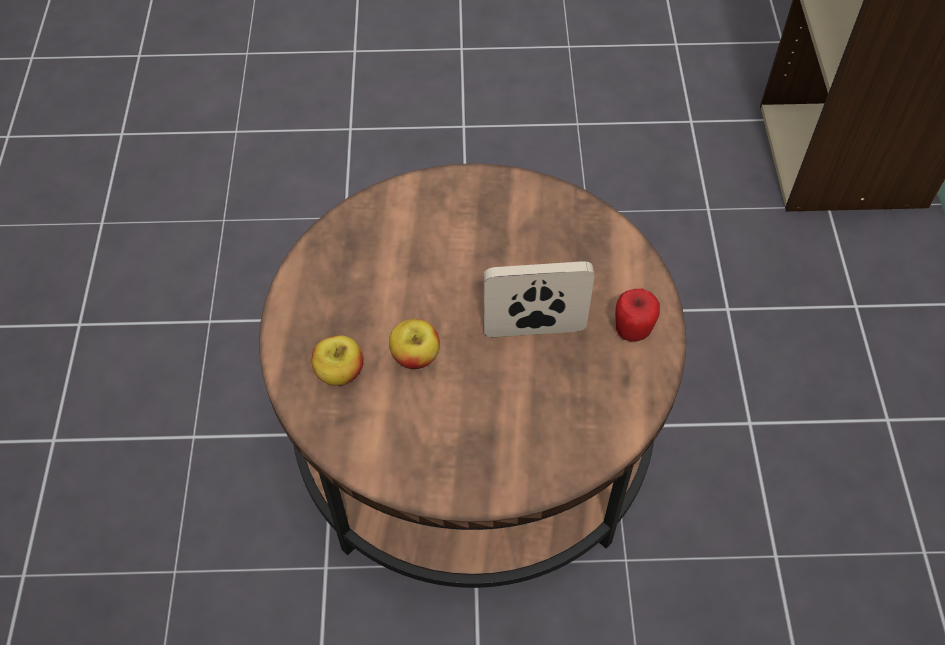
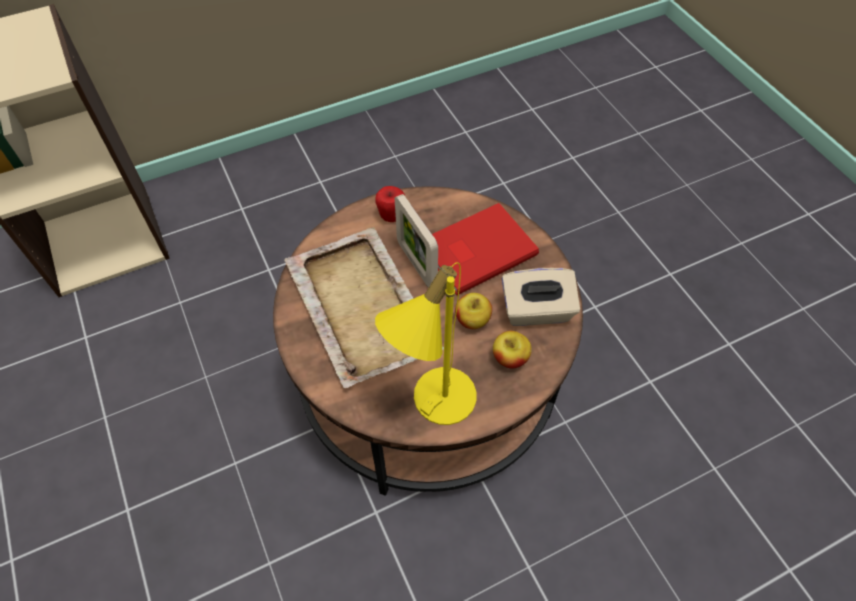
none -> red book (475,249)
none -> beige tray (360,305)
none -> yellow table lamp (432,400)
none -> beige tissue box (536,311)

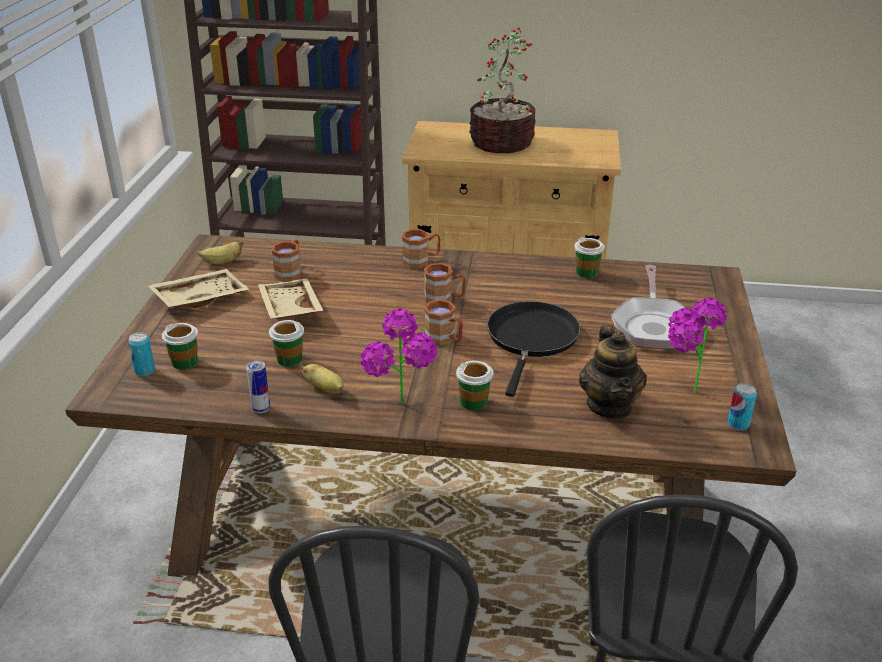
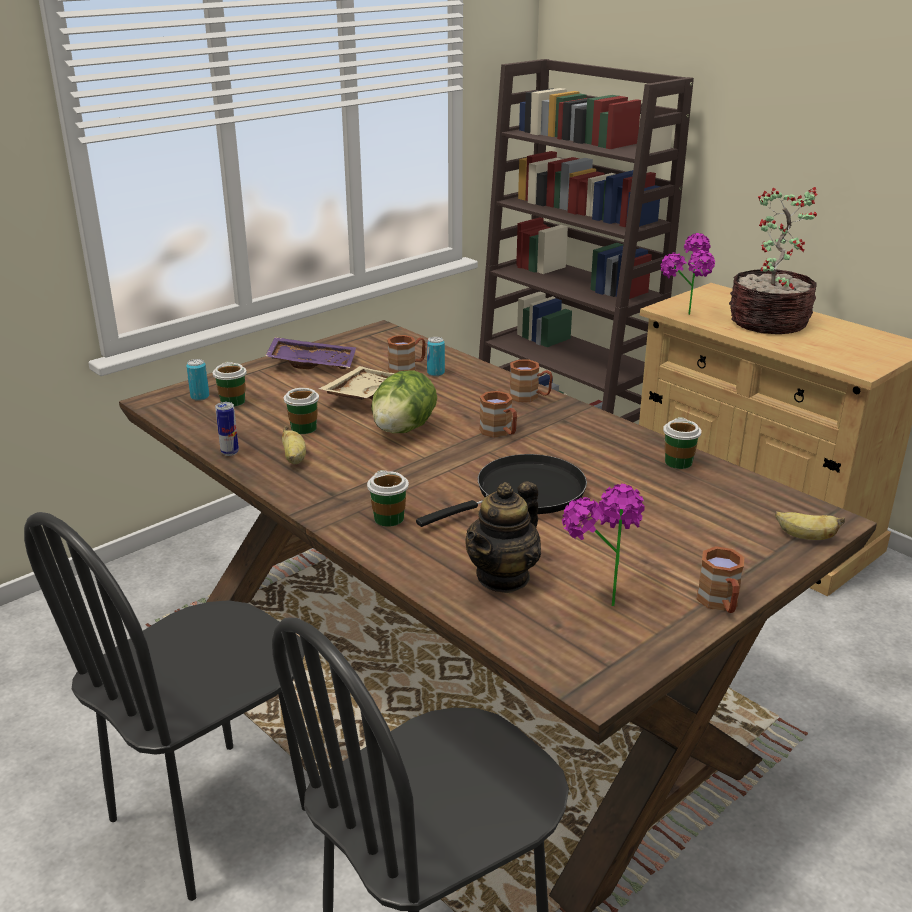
banana (222,262) -> banana (805,537), move
frying pan (653,325) -> none
beige tray (200,298) -> purple tray (312,363)
brown mug (445,339) -> brown mug (720,604), move
potted plant (402,411) -> potted plant (684,317), move
can (738,424) -> can (435,373), move
none -> lettuce (403,429)

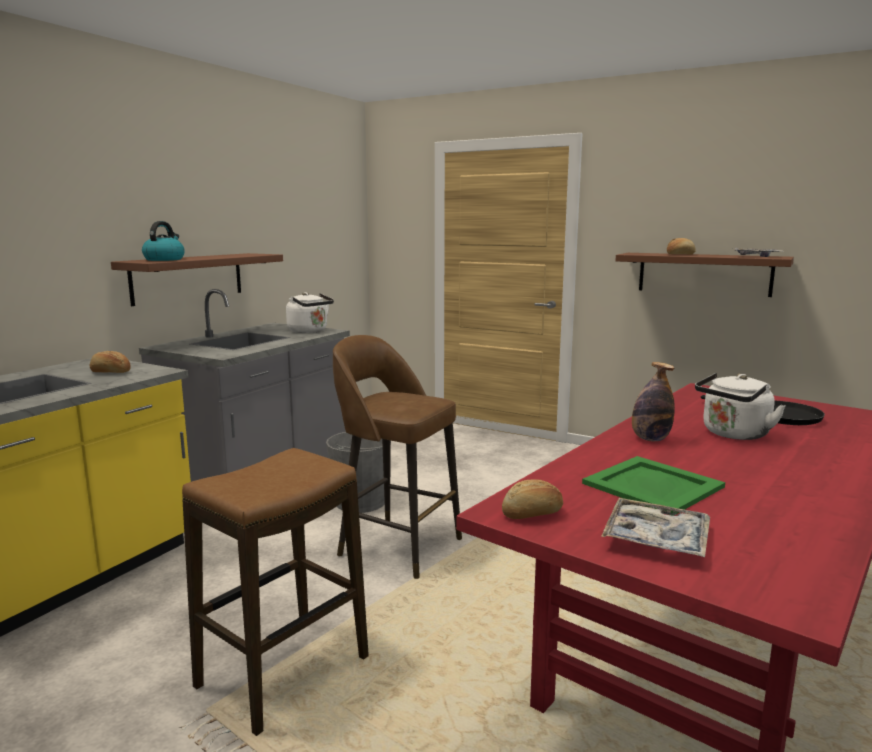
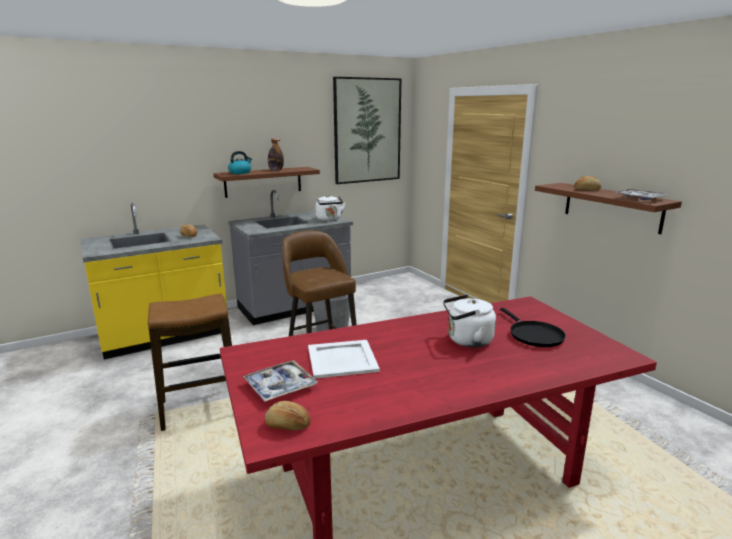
bottle (650,439) -> bottle (276,170), move
green tray (652,484) -> white tray (342,358)
bread (533,514) -> bread (287,426), move
none -> picture (367,131)

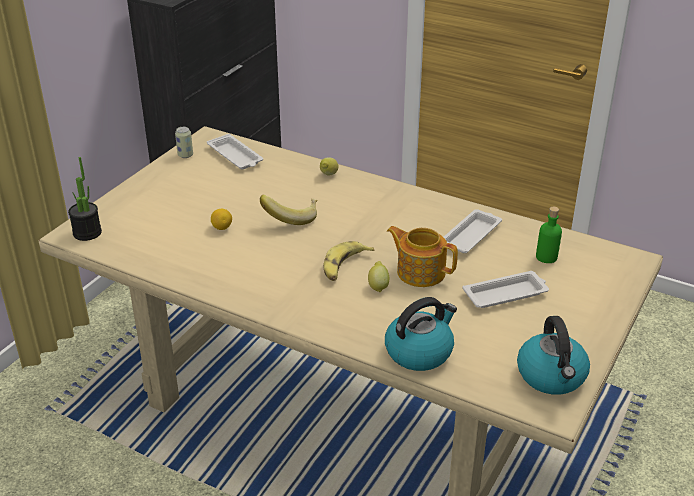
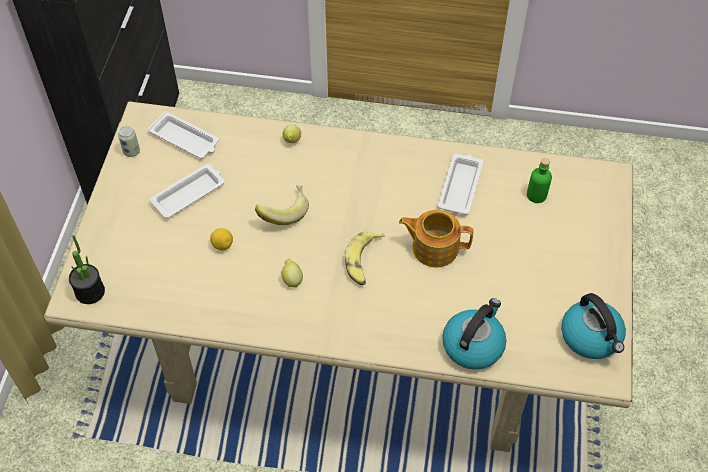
lemon (378,286) -> lemon (292,279), move
white tray (506,294) -> white tray (189,194), move

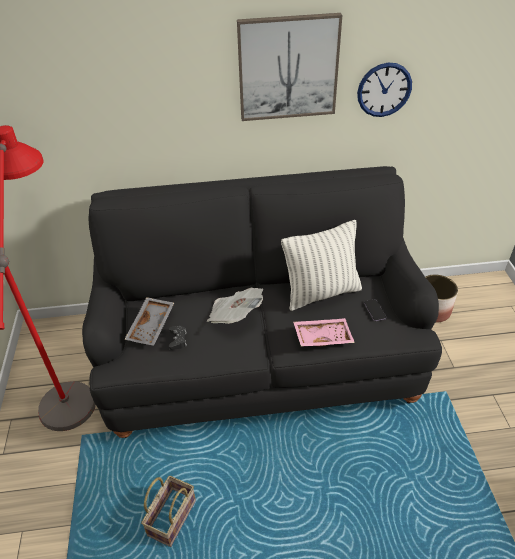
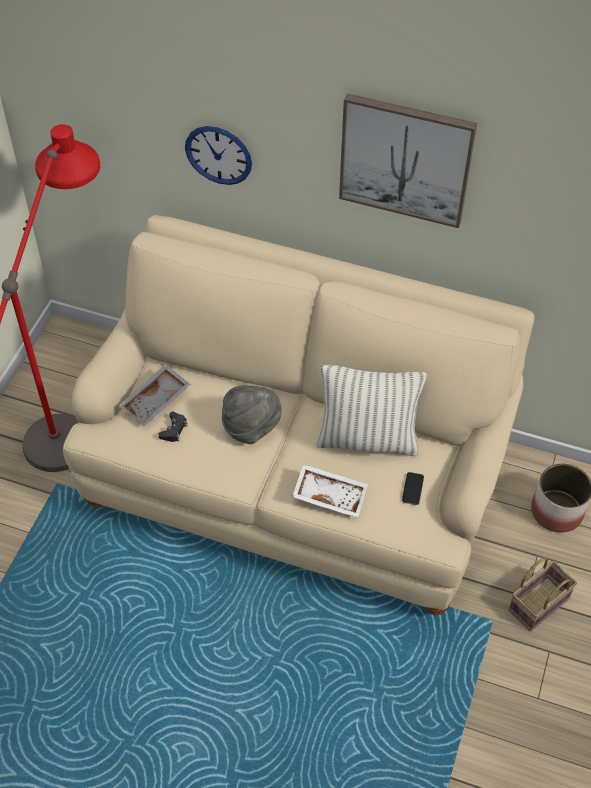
wall clock (384,90) -> wall clock (218,155), move
black sofa (259,359) -> beige sofa (295,480)
newspaper (235,316) -> grey hat (251,427)
pink tray (322,336) -> white tray (330,495)
basket (171,516) -> basket (538,602), move

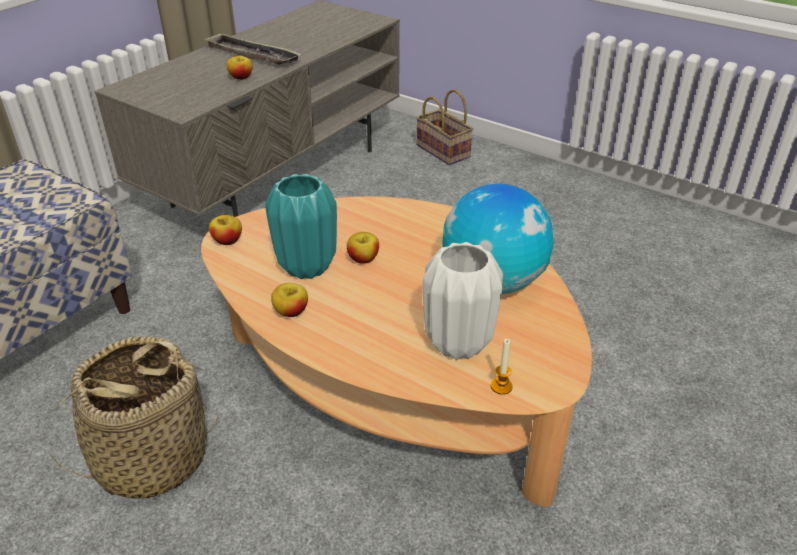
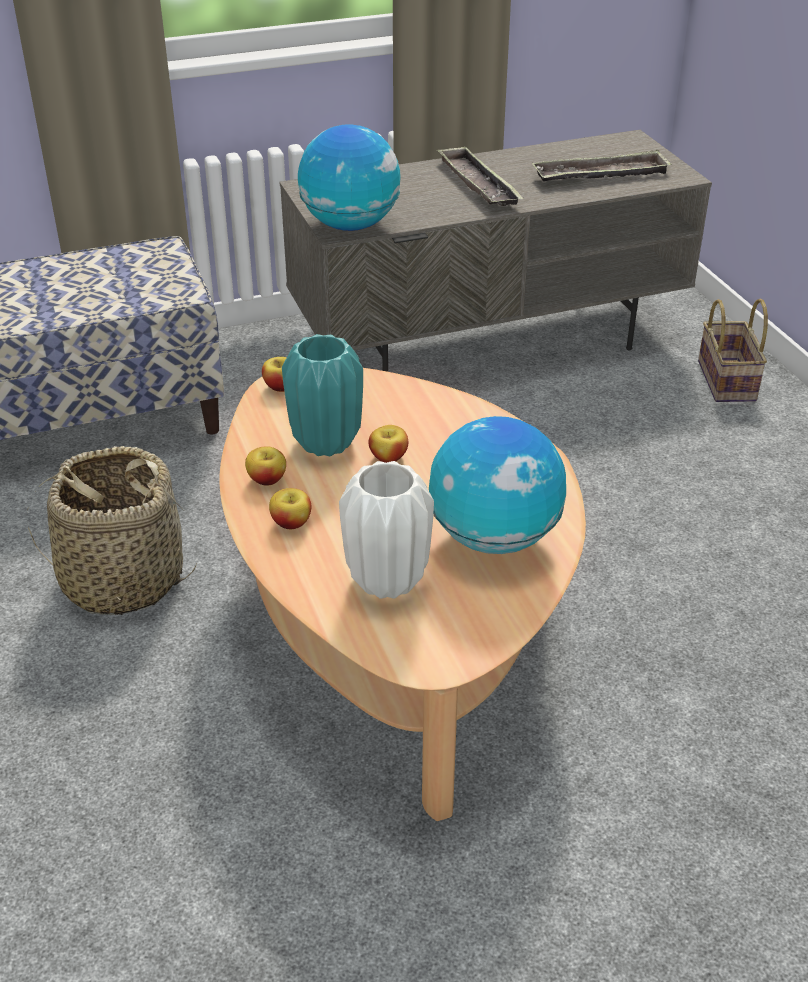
apple (241,77) -> apple (291,523), move
candle (501,386) -> none
none -> globe (350,225)
none -> tray (600,175)

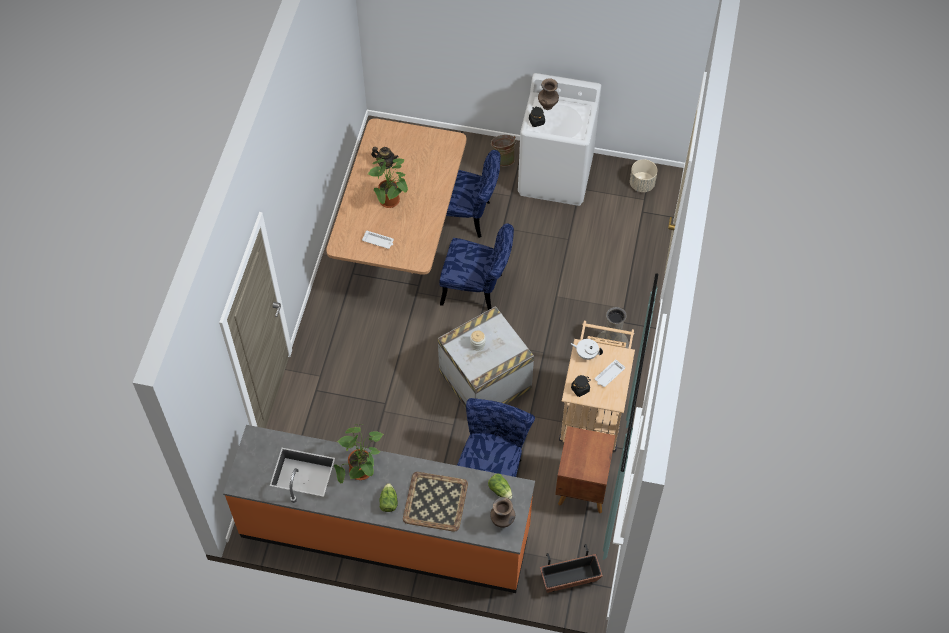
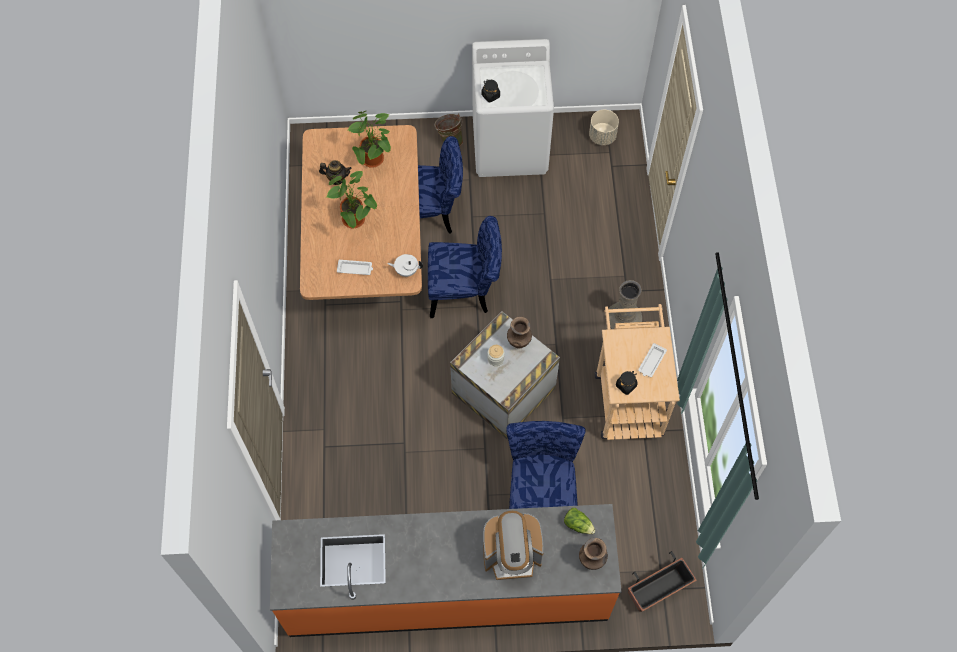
brown vase (547,105) -> brown vase (518,342), move
white teapot (586,354) -> white teapot (406,270), move
potted plant (362,473) -> potted plant (374,161), move
brown nightstand (582,487) -> none
tray (436,501) -> coffee machine (512,556)
lettuce (388,502) -> none

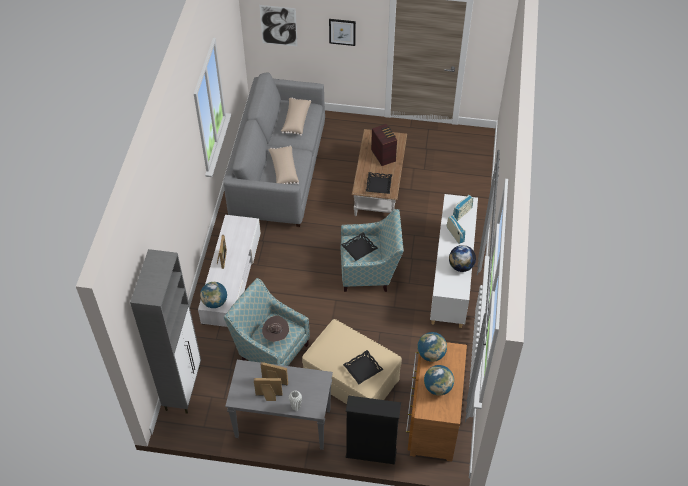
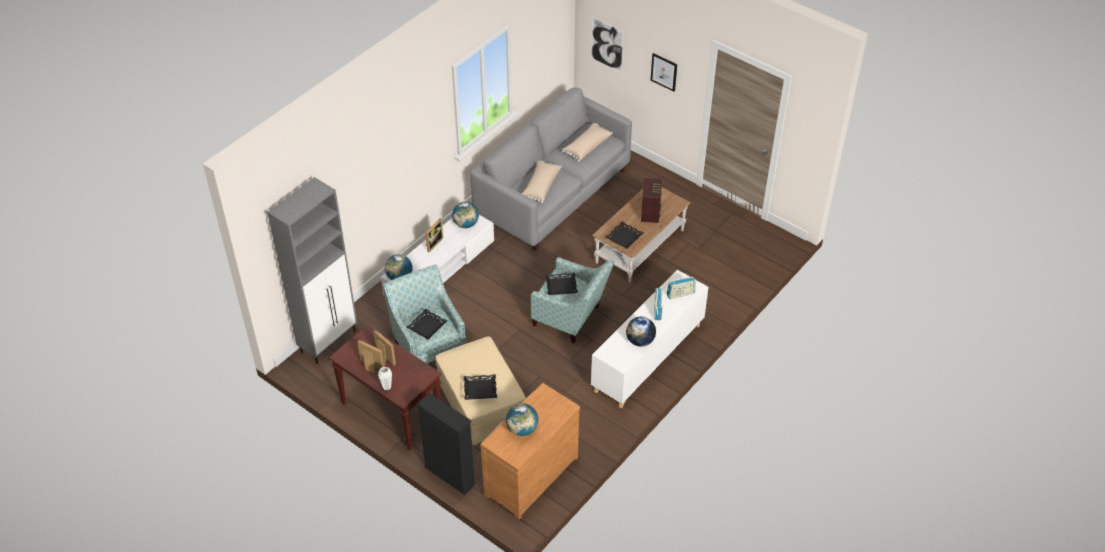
brown hat (276,335) -> black tray (427,326)
globe (431,354) -> globe (466,224), move
grey console table (282,424) -> brown console table (390,412)

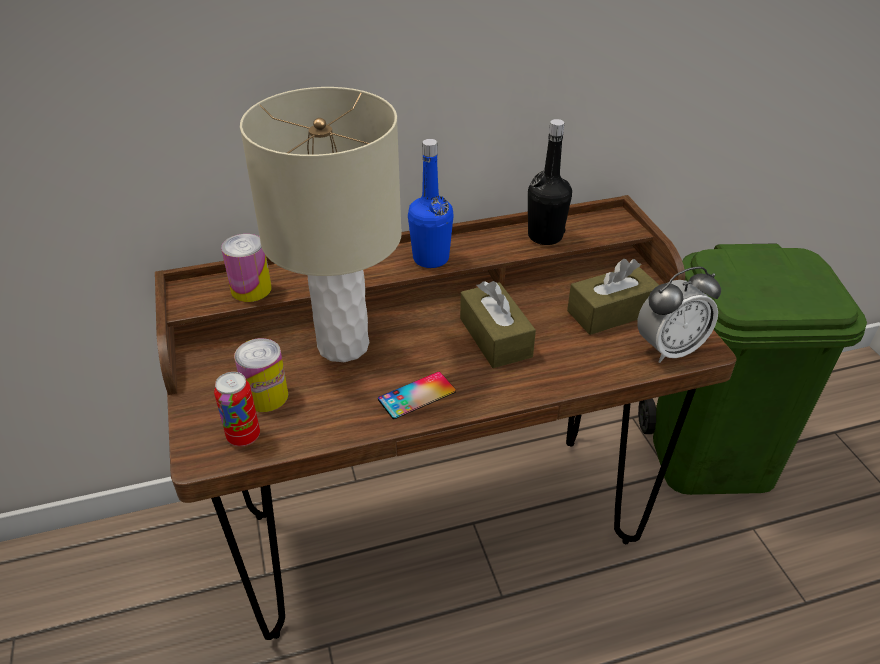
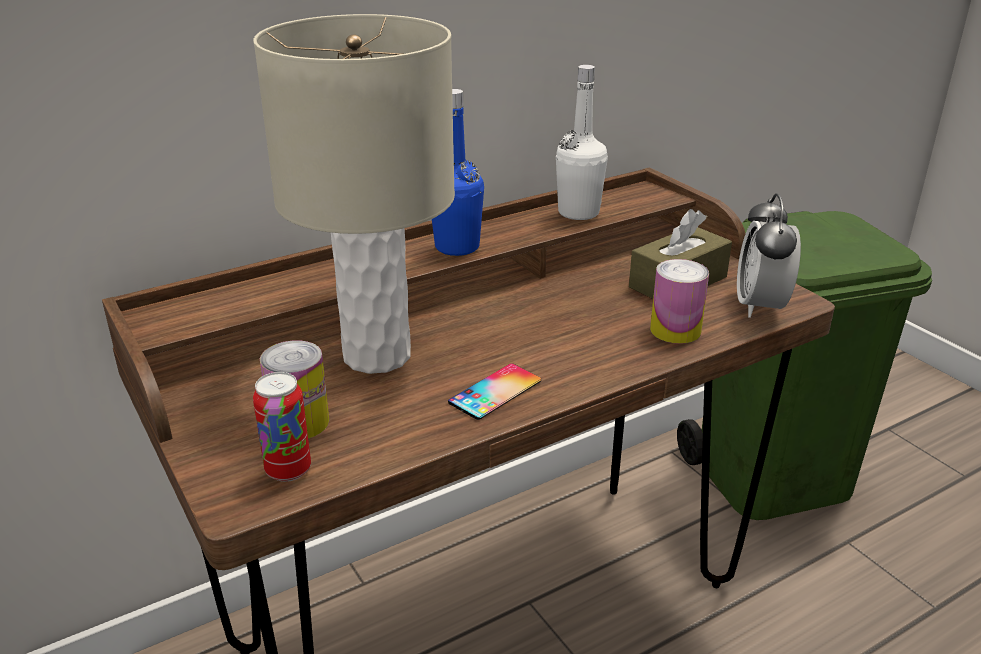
black bottle (545,236) -> white bottle (578,212)
can (251,289) -> can (675,330), move
alarm clock (669,349) -> alarm clock (760,306), 135 degrees clockwise
brown tissue box (495,337) -> none

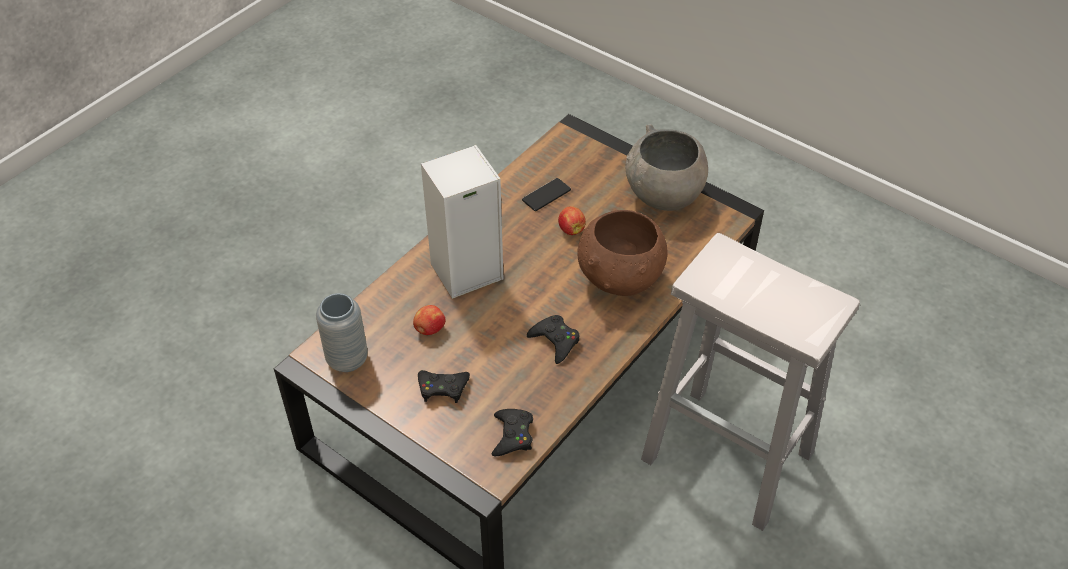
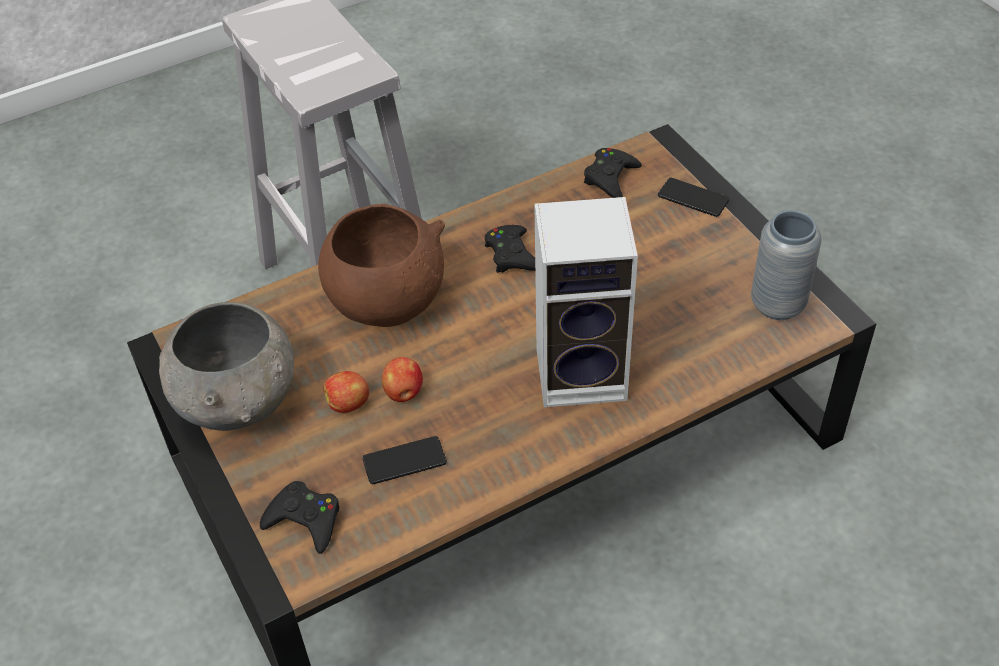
apple (429,329) -> apple (349,404), move
black game controller (442,388) -> black game controller (305,520), move
none -> phone (693,198)

